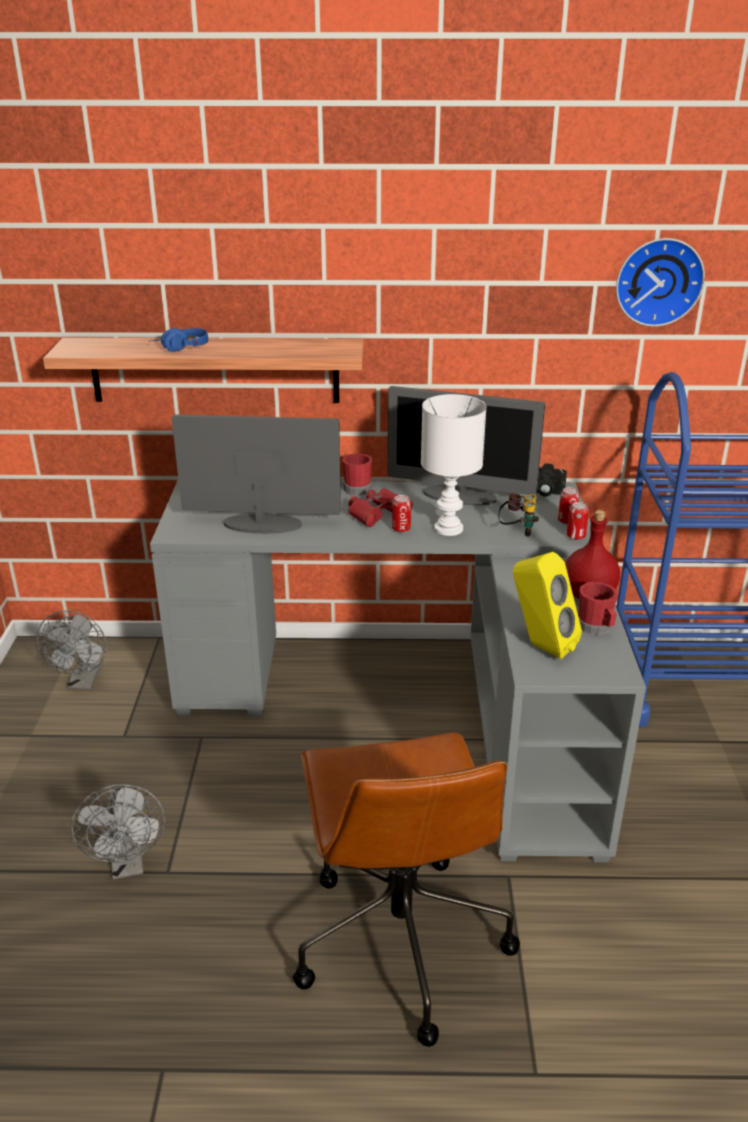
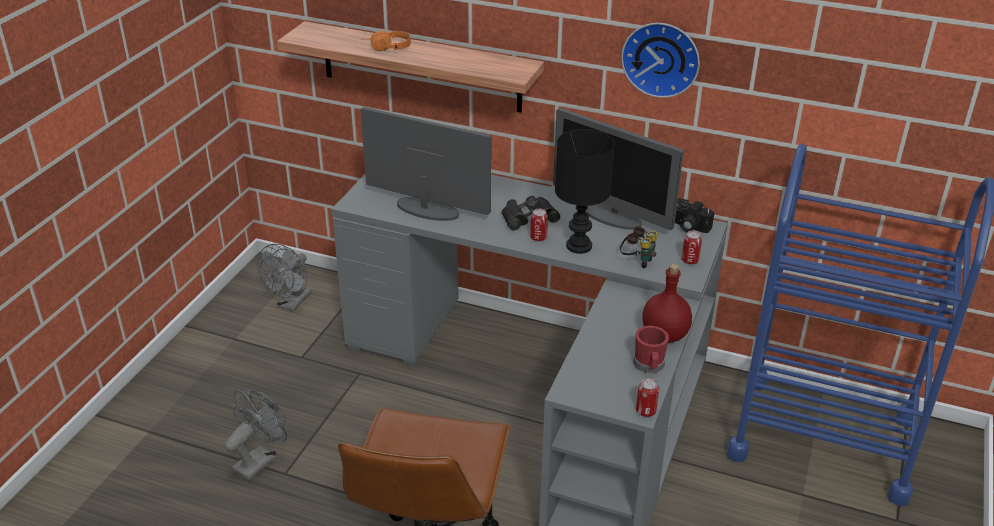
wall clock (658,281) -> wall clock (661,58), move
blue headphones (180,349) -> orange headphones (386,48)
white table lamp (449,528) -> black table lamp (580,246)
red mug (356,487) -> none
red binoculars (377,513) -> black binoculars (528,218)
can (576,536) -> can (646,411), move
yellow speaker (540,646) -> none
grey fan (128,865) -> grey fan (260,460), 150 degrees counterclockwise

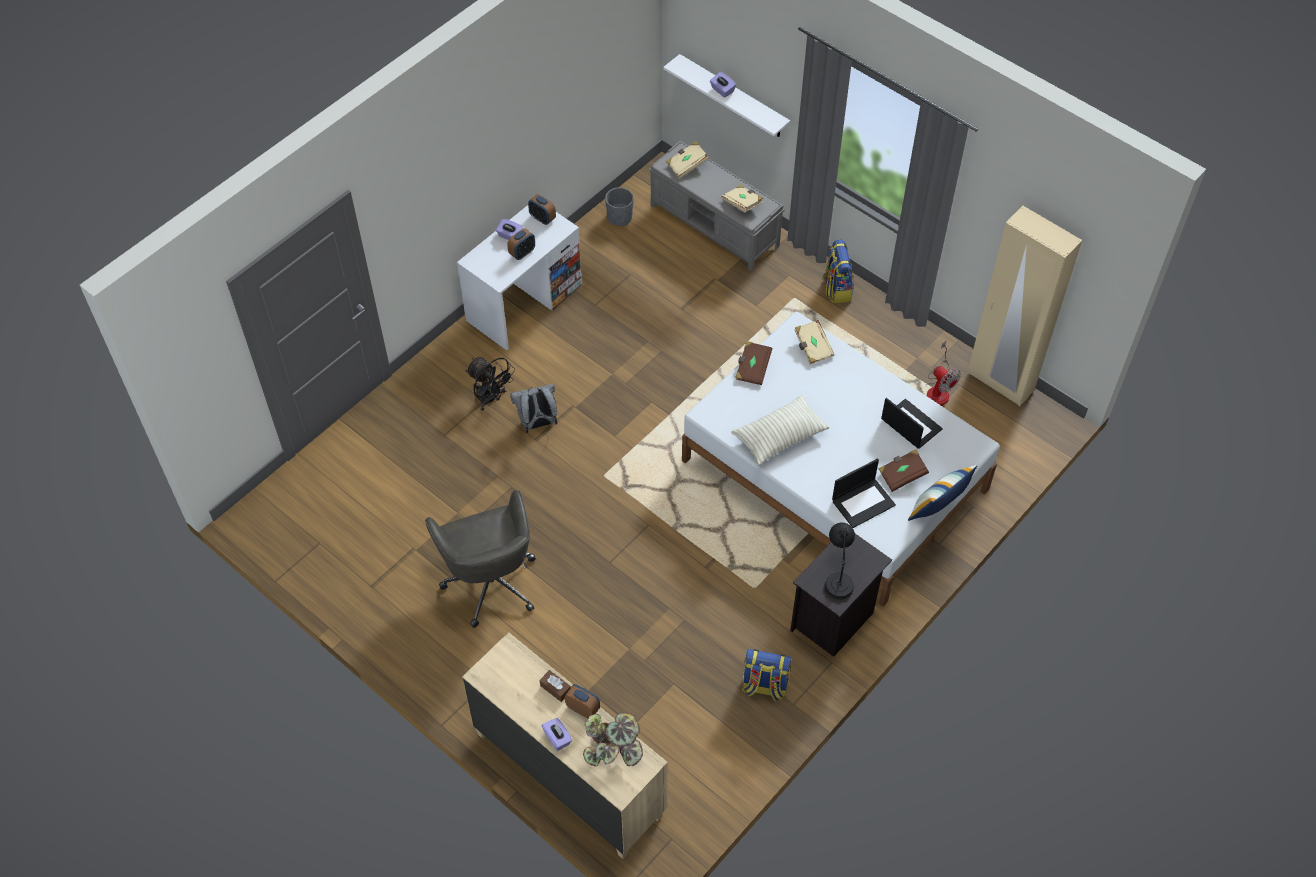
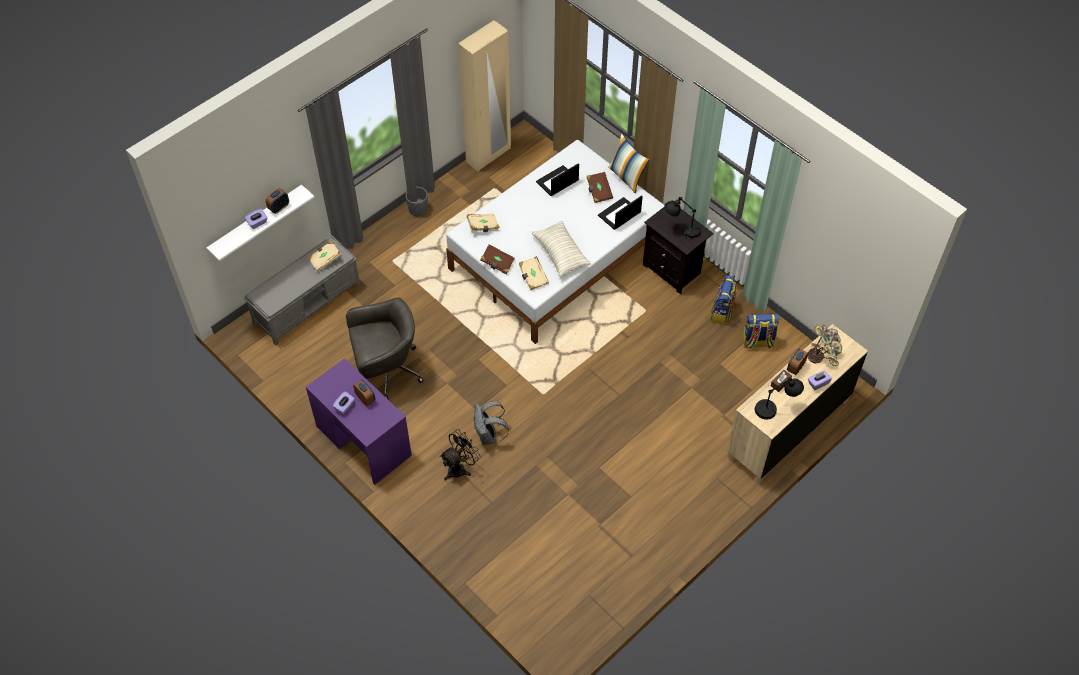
beige book (687,165) -> beige book (533,277), move
grey planter (619,217) -> grey planter (418,209), move
alarm clock (542,218) -> alarm clock (279,208), move
white desk (524,303) -> purple desk (363,441)
backpack (836,288) -> backpack (757,342), move
fan (938,389) -> none
laptop (863,502) -> laptop (619,214), 105 degrees counterclockwise
grey office chair (491,581) -> grey office chair (386,371), move
none -> black table lamp (775,408)

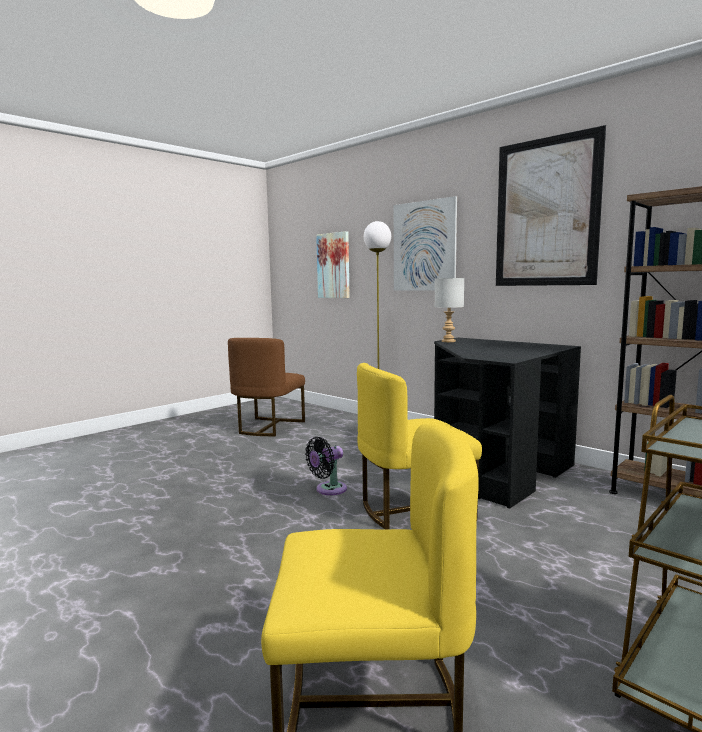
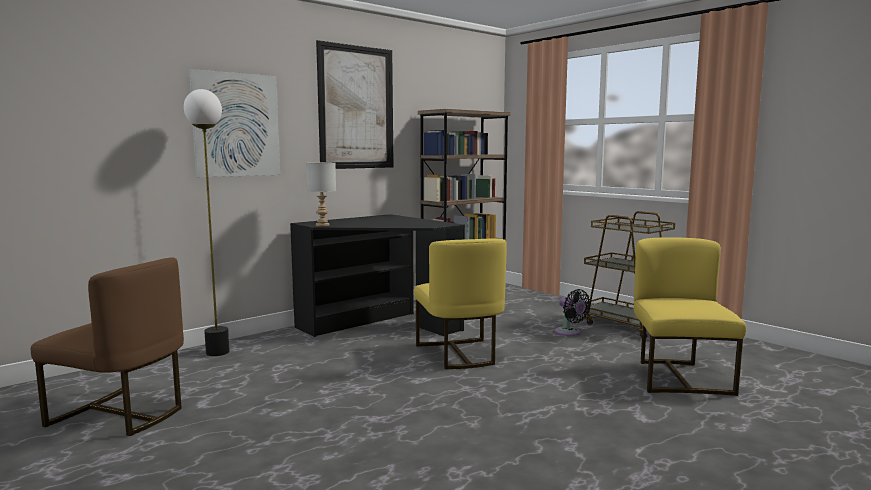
picture (334,265) -> none
black fan (328,490) -> black fan (569,333), move

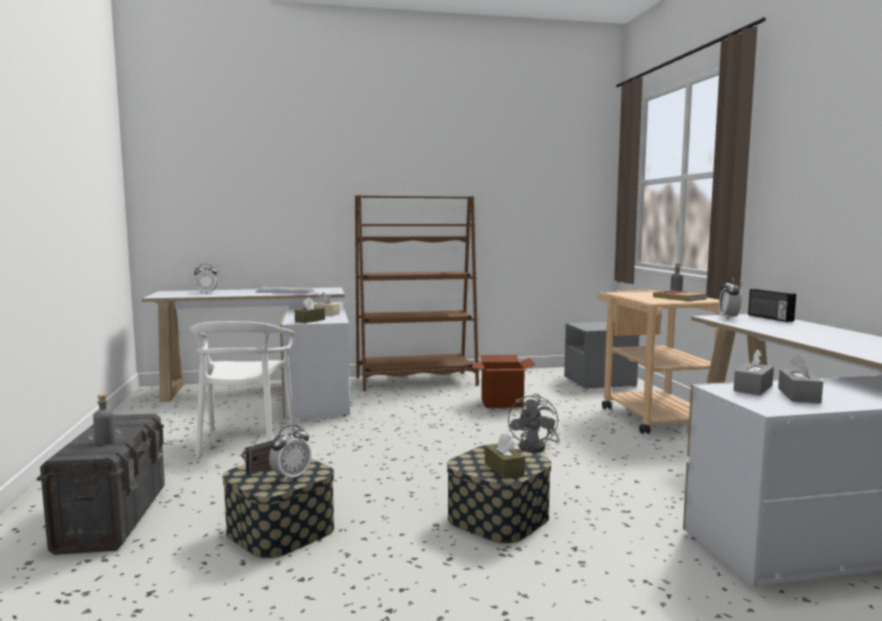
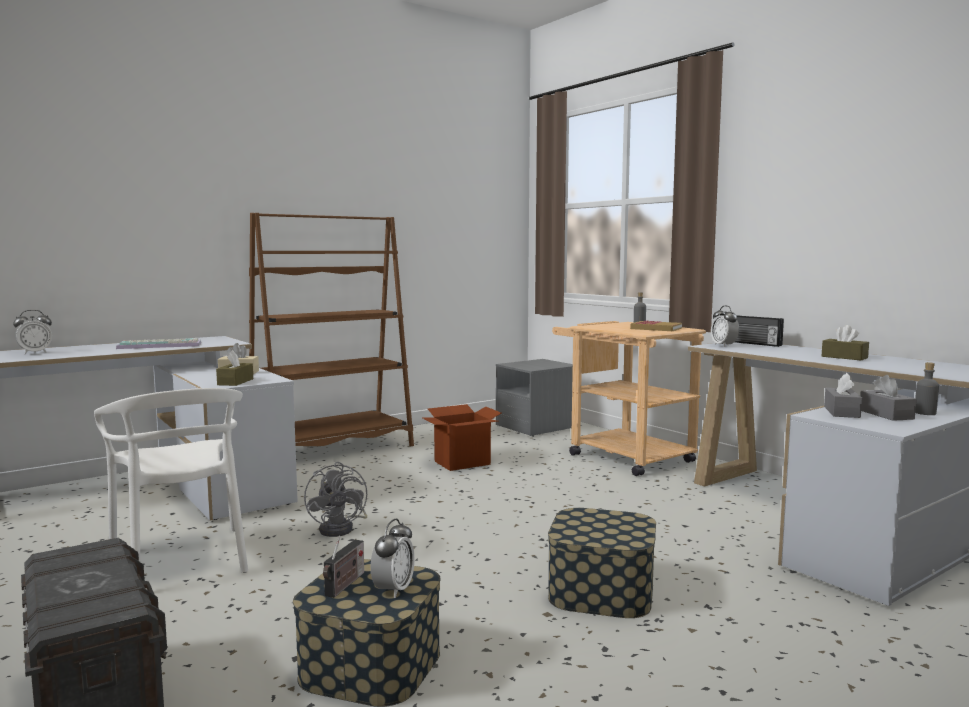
grey fan (536,447) -> grey fan (341,528), move
grey bottle (105,441) -> grey bottle (925,413), move
brown tissue box (504,469) -> brown tissue box (844,357), move

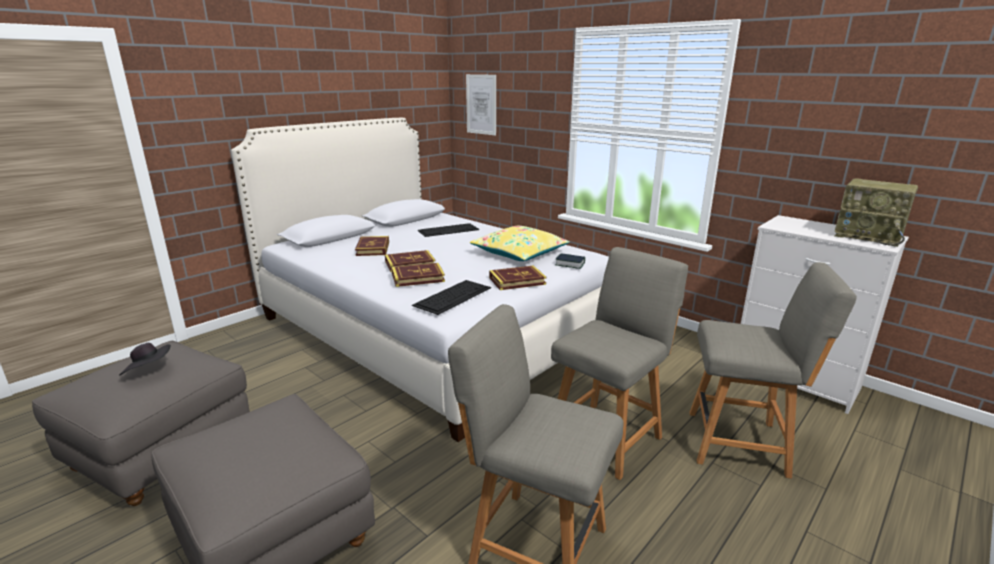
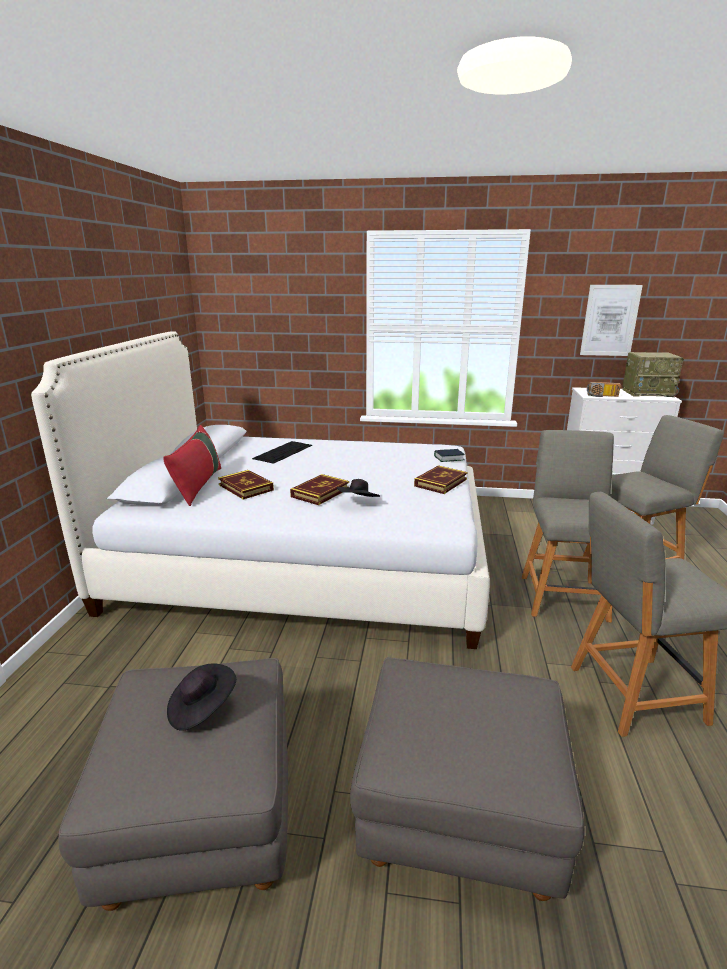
picture (481,104) -> picture (610,320), move
yellow pillow (519,253) -> none
book (418,278) -> black hat (358,503)
keyboard (453,296) -> none
none -> radio (602,396)
none -> red pillow (198,485)

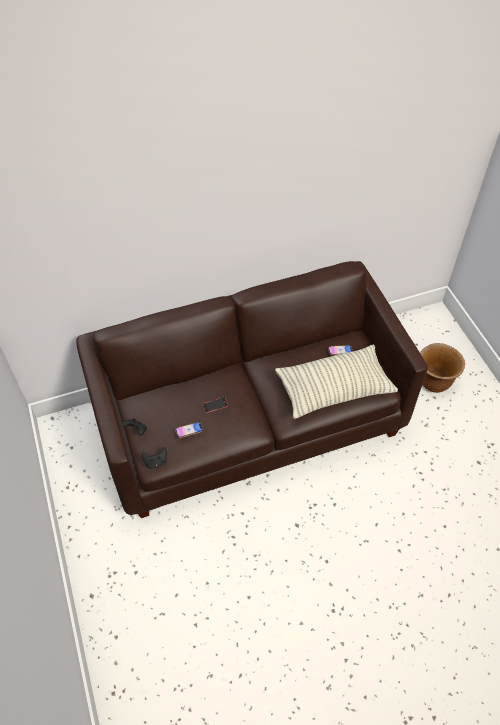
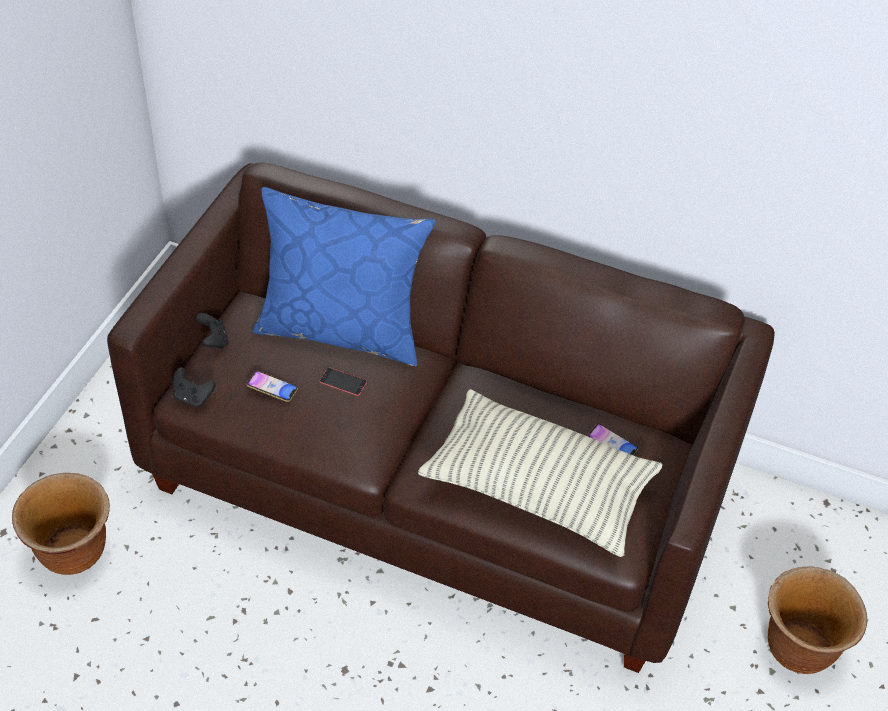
none -> blue pillow (342,329)
none -> brown planter (74,553)

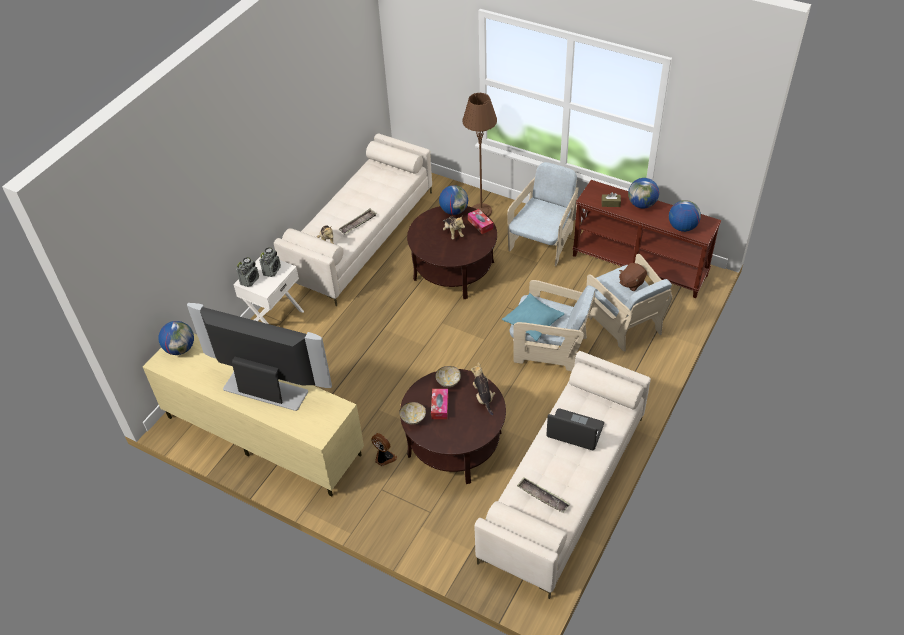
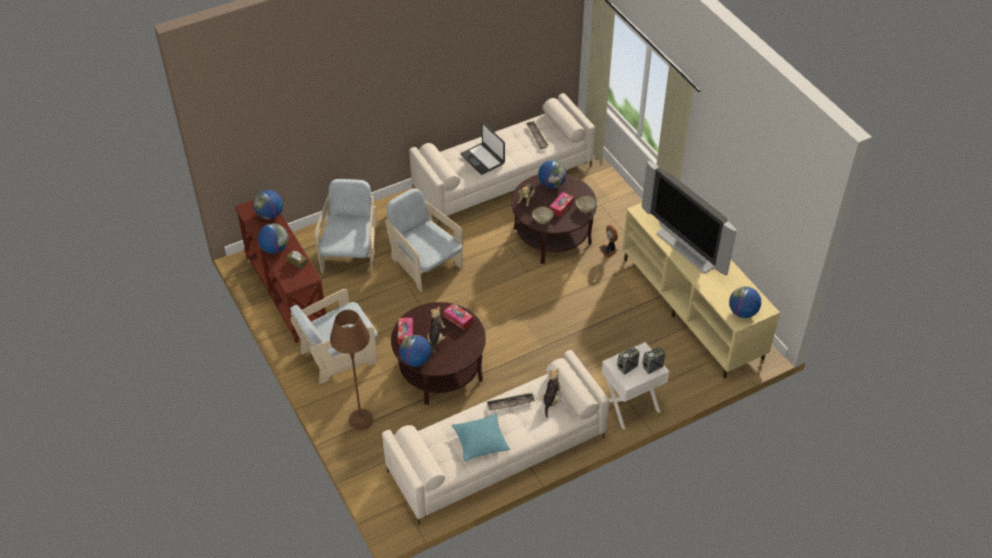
brown plush toy (631,283) -> none
turquoise pillow (532,321) -> turquoise pillow (480,441), move
none -> globe (551,184)
none -> tissue box (458,319)

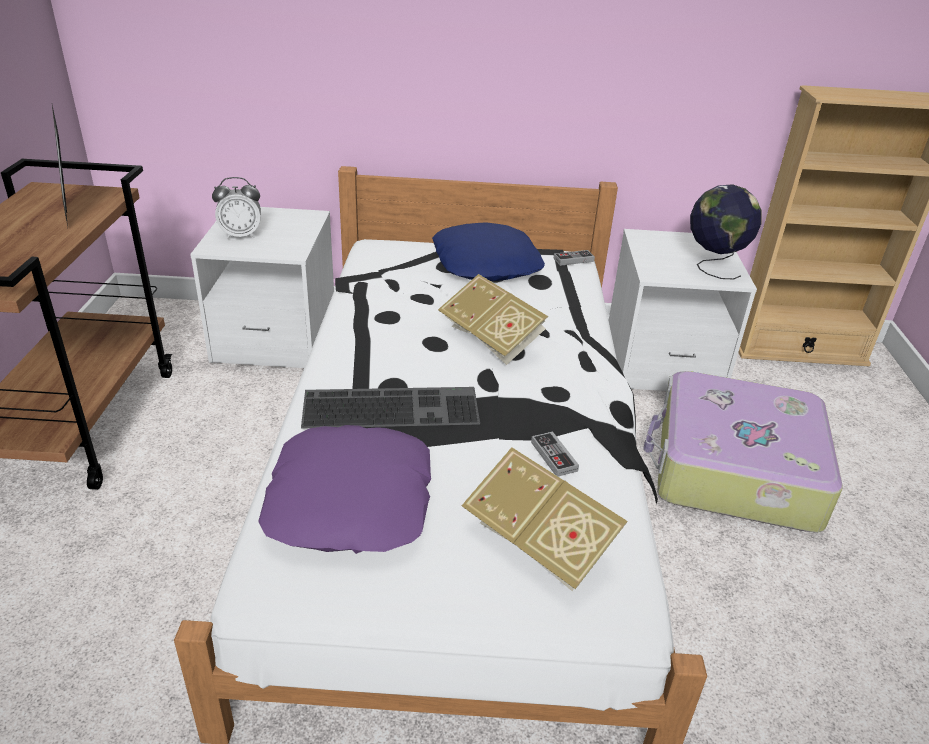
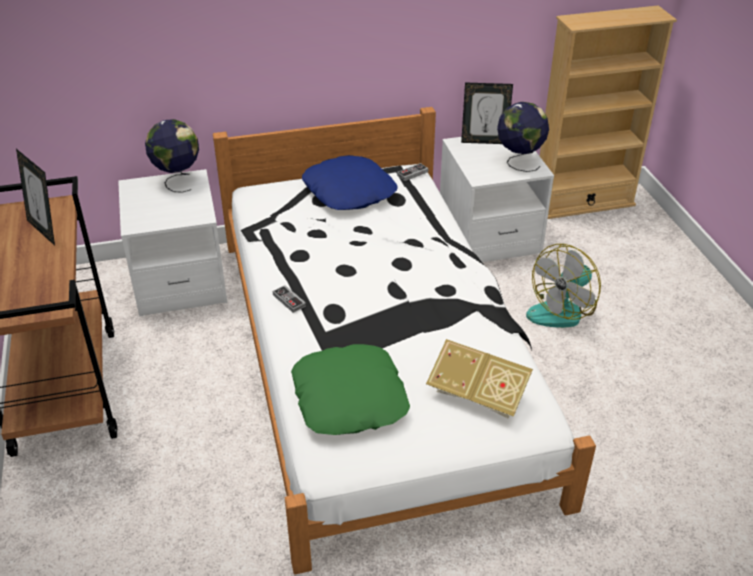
alarm clock (241,235) -> none
book (491,339) -> none
suitcase (733,469) -> fan (563,310)
keyboard (393,406) -> none
purple pillow (352,501) -> green pillow (350,398)
game controller (554,456) -> game controller (289,300), move
none -> picture frame (484,141)
none -> globe (178,181)

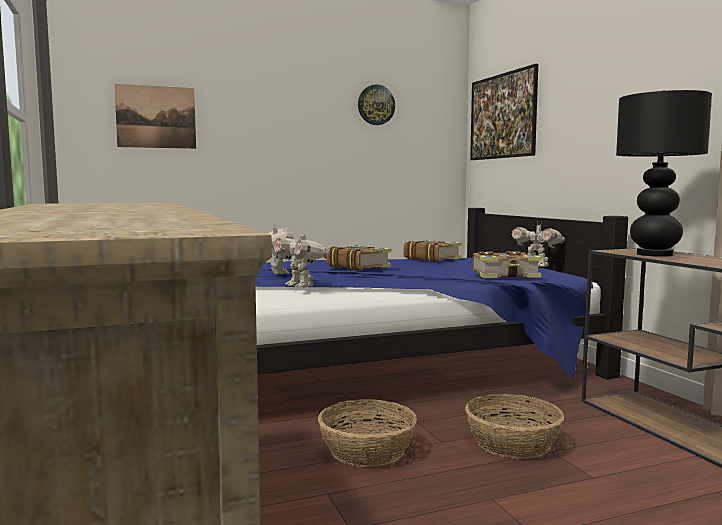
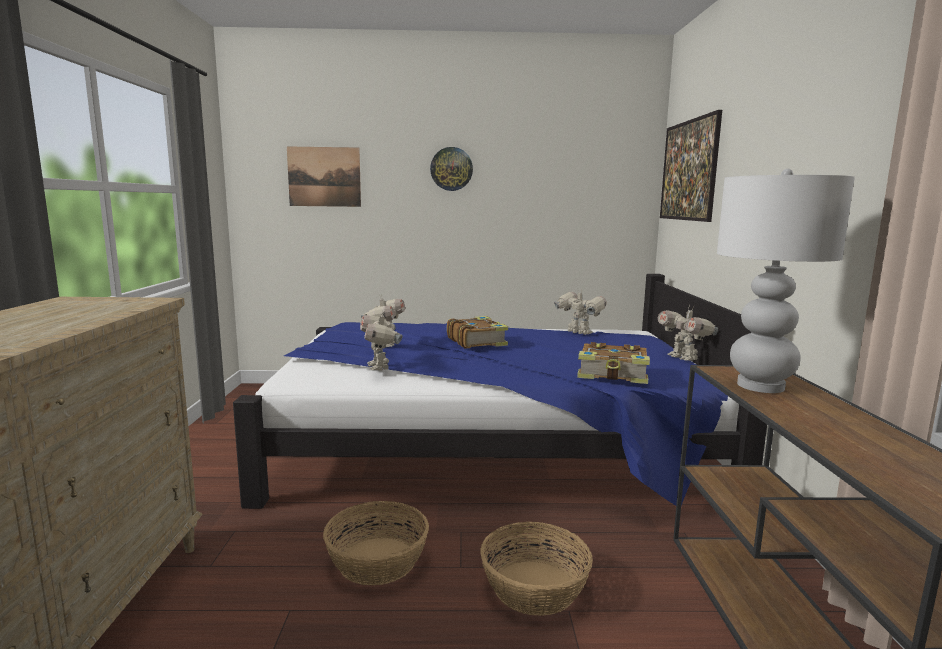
wall clock (376,105) -> wall clock (451,169), move
black table lamp (655,254) -> white table lamp (761,386)
book (431,258) -> toy robot (578,333)

